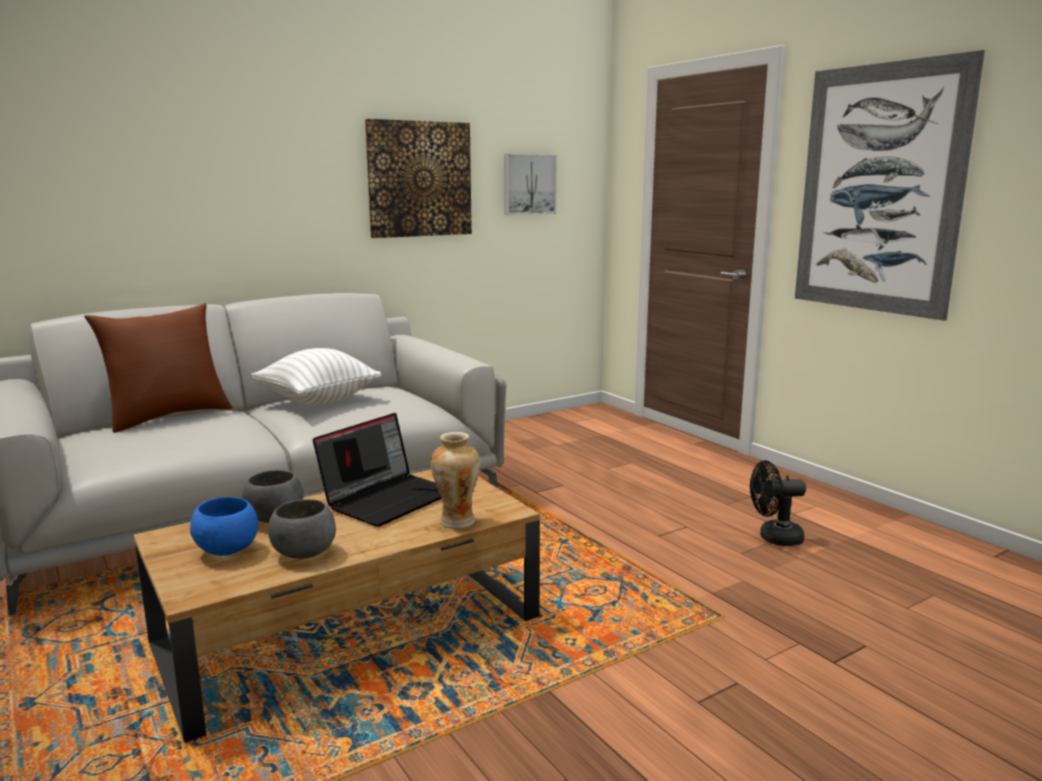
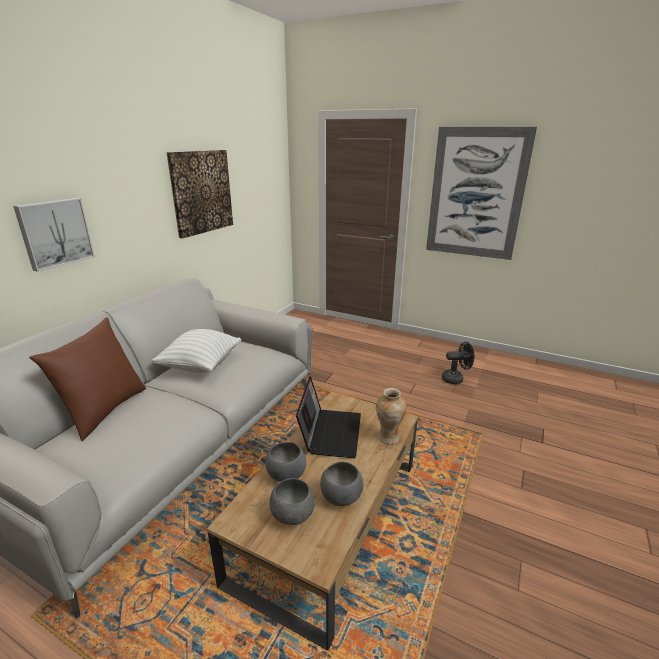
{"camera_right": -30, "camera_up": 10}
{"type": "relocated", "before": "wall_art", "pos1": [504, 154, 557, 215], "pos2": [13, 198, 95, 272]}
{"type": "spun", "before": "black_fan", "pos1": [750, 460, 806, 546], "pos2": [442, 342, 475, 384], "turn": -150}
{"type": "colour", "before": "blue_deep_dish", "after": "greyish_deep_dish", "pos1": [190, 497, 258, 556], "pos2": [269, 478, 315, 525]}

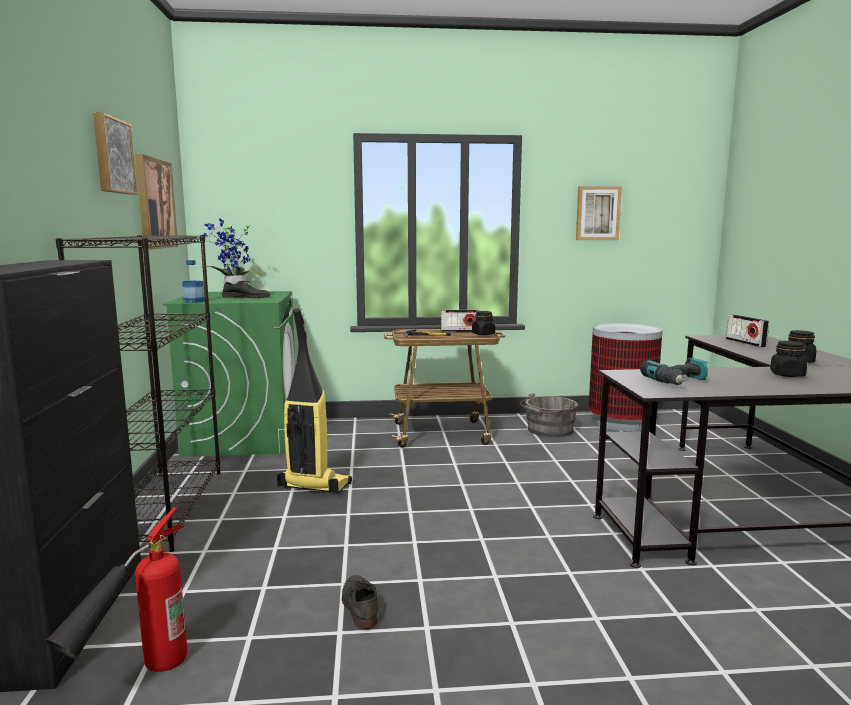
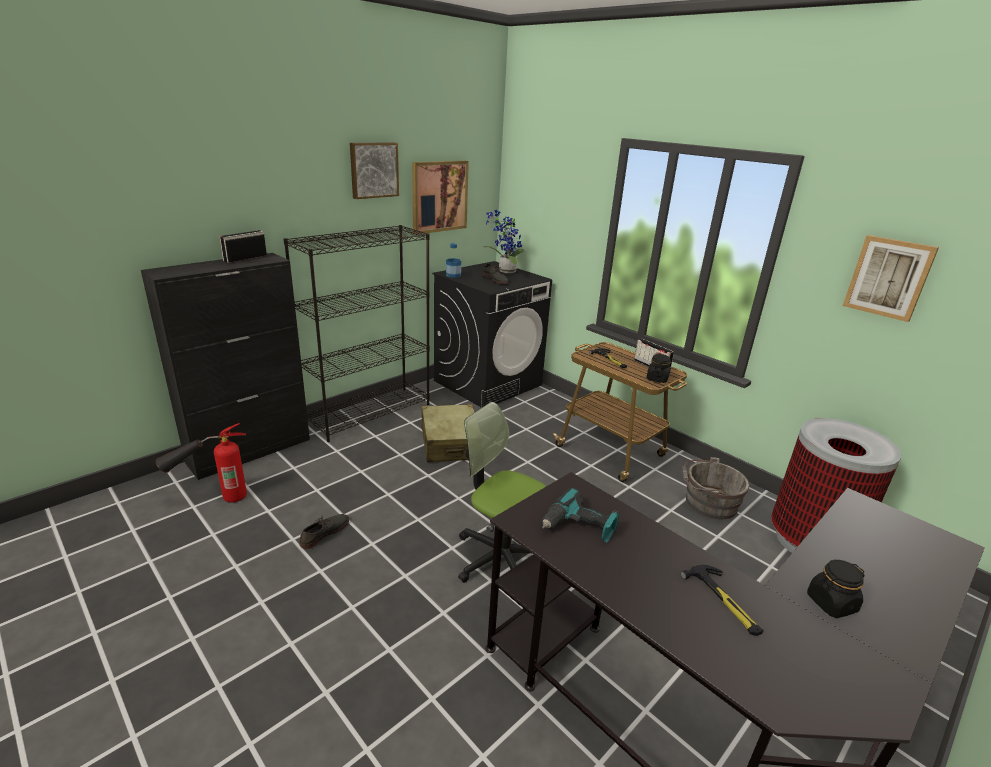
{"camera_right": 50, "camera_up": 15}
{"type": "colour", "before": "greenish_laundry_appliance", "after": "black_laundry_appliance", "pos1": [163, 291, 295, 457], "pos2": [432, 261, 552, 408]}
{"type": "exchanged", "before": "hoover", "after": "beige-coloured_suitcase", "pos1": [277, 308, 352, 494], "pos2": [421, 404, 475, 462]}
{"type": "relocated", "before": "radio_receiver", "pos1": [726, 314, 769, 347], "pos2": [219, 230, 267, 263]}
{"type": "exchanged", "before": "black_preserve_jar", "after": "tool_hammer", "pos1": [770, 341, 807, 377], "pos2": [681, 564, 763, 636]}
{"type": "appeared", "after": "computer_chair", "pos2": [458, 402, 546, 583]}

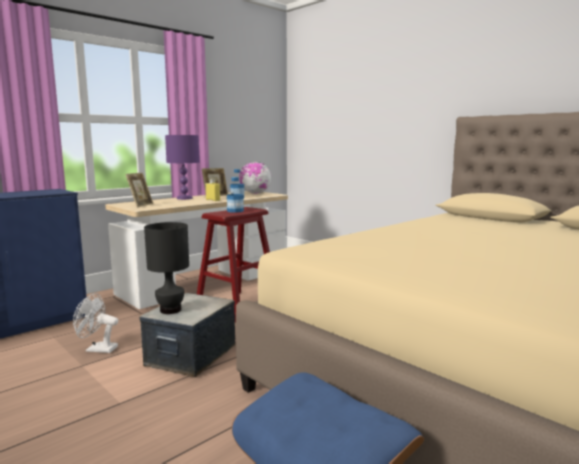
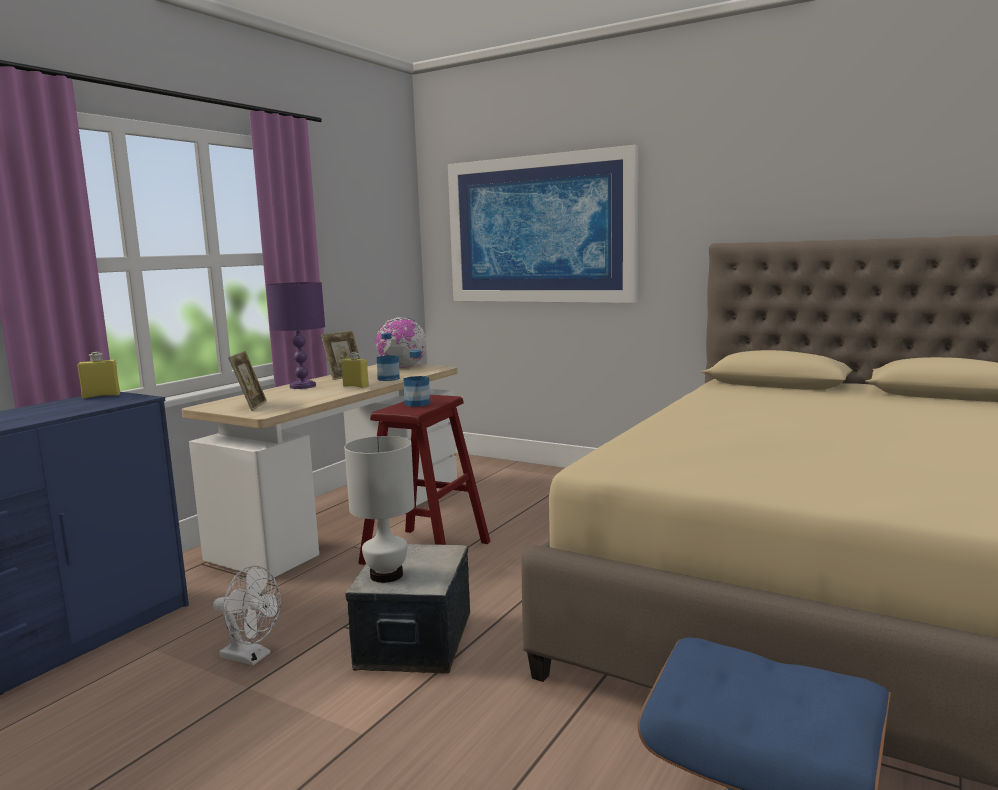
{"camera_right": -15, "camera_up": 0}
{"type": "colour", "before": "black_lamp_for_a_table", "after": "whitish_lamp_for_a_table", "pos1": [144, 222, 189, 314], "pos2": [344, 436, 415, 583]}
{"type": "spun", "before": "whitish_fan", "pos1": [73, 293, 118, 353], "pos2": [213, 565, 281, 665], "turn": -150}
{"type": "appeared", "after": "wall_art", "pos2": [448, 145, 638, 303]}
{"type": "appeared", "after": "yellow_bottle", "pos2": [77, 352, 120, 399]}

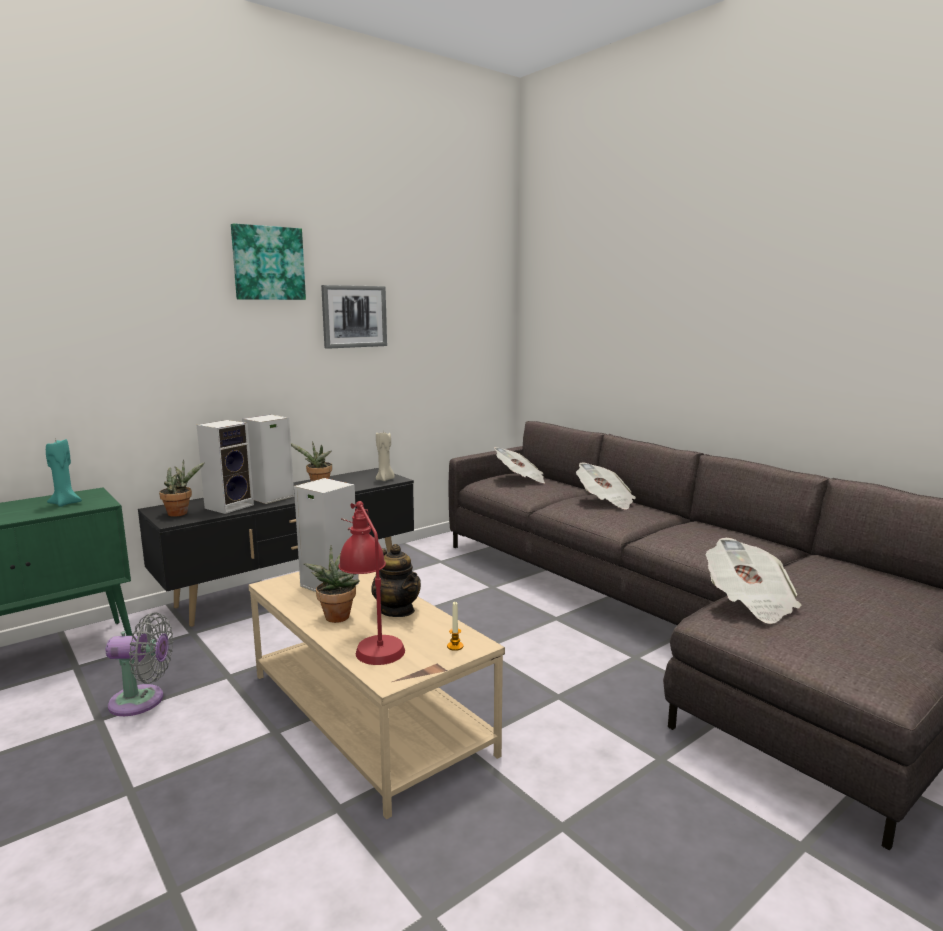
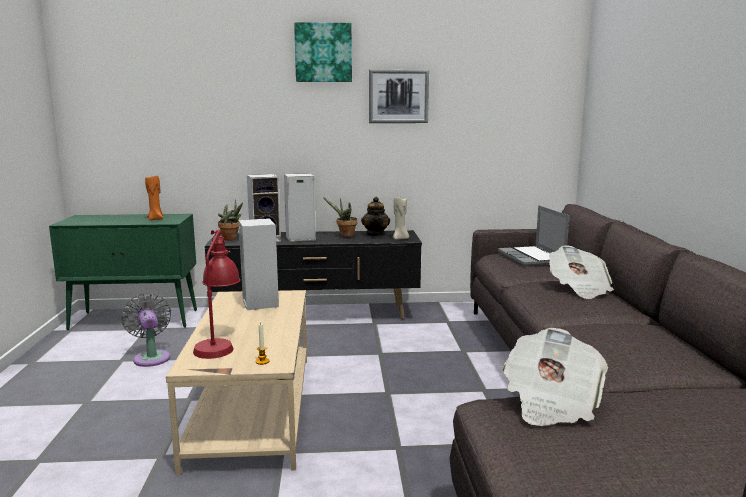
{"camera_right": 35, "camera_up": 0}
{"type": "colour", "before": "blue-green_wax_light", "after": "orange_wax_light", "pos1": [46, 438, 82, 507], "pos2": [145, 176, 163, 220]}
{"type": "exchanged", "before": "newspaper", "after": "portable_computer", "pos1": [494, 447, 545, 483], "pos2": [498, 205, 570, 266]}
{"type": "relocated", "before": "pot_for_tea", "pos1": [371, 544, 421, 617], "pos2": [361, 197, 390, 236]}
{"type": "missing", "before": "potted_plant", "pos1": [304, 545, 360, 623]}
{"type": "spun", "before": "greyish_fan", "pos1": [106, 613, 173, 716], "pos2": [121, 293, 171, 367], "turn": -150}

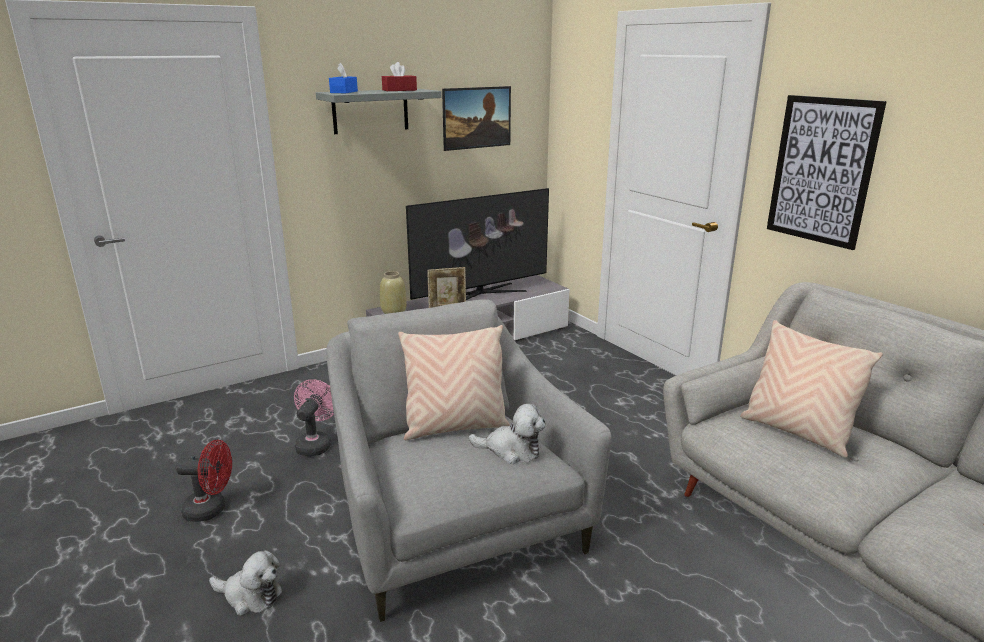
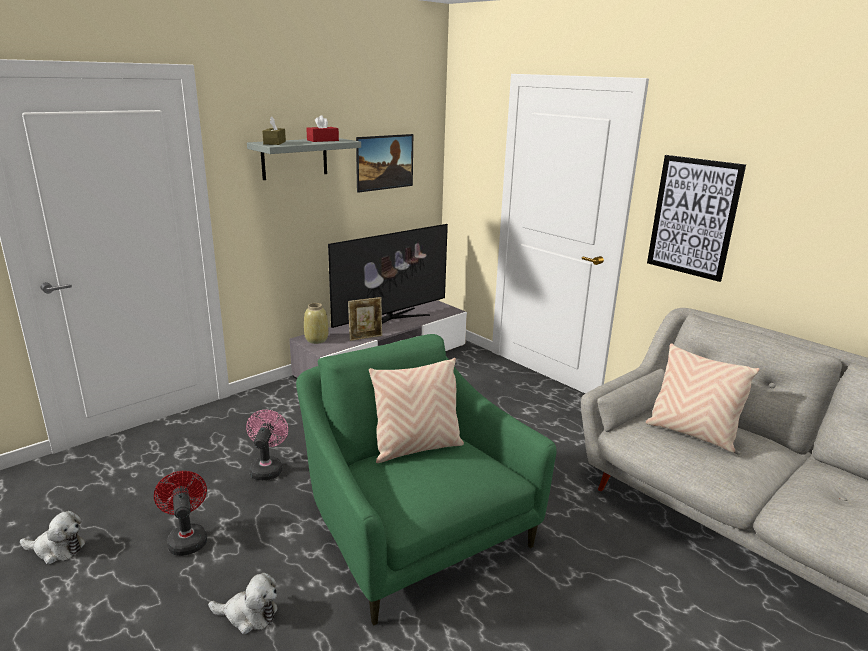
{"camera_right": -10, "camera_up": 0}
{"type": "colour", "before": "blue_tissue_holder", "after": "brownish_tissue_holder", "pos1": [329, 63, 358, 93], "pos2": [262, 117, 286, 145]}
{"type": "colour", "before": "greyish_lounge_chair", "after": "greenish_lounge_chair", "pos1": [326, 299, 612, 622], "pos2": [296, 334, 557, 625]}
{"type": "relocated", "before": "soft_toy", "pos1": [469, 404, 546, 464], "pos2": [20, 511, 86, 564]}
{"type": "spun", "before": "reddish_fan", "pos1": [176, 440, 232, 522], "pos2": [154, 471, 207, 556], "turn": -105}

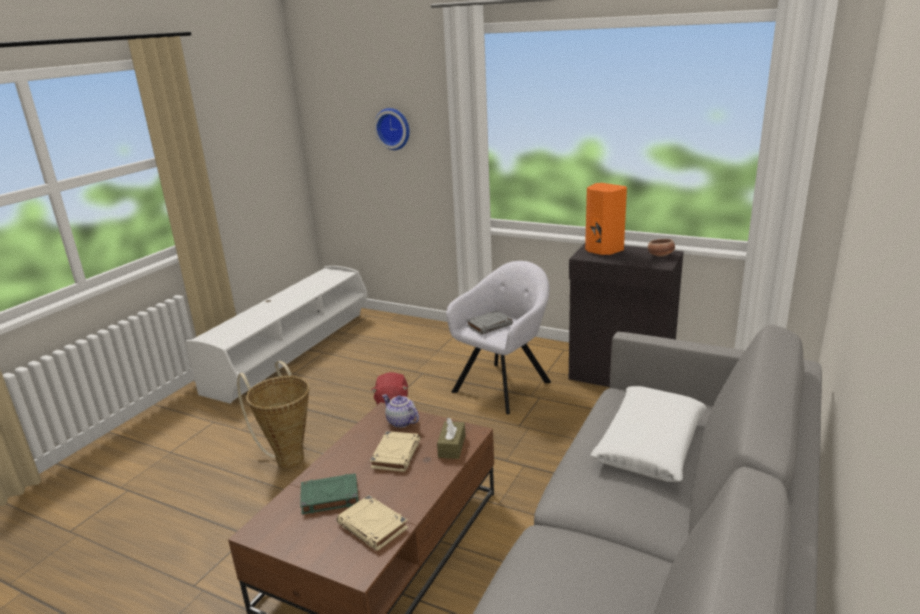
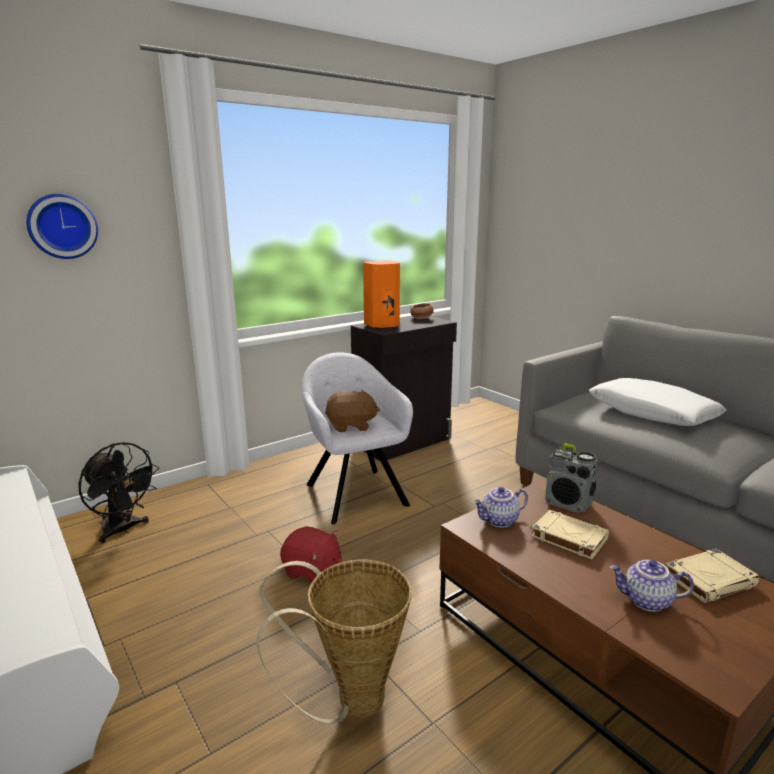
{"camera_right": -65, "camera_up": -5}
{"type": "exchanged", "before": "greyish_volume", "after": "brownish_soft_toy", "pos1": [466, 310, 513, 335], "pos2": [325, 390, 380, 432]}
{"type": "exchanged", "before": "brownish_tissue_holder", "after": "radio_receiver", "pos1": [437, 417, 465, 459], "pos2": [545, 444, 598, 513]}
{"type": "exchanged", "before": "greenish_volume", "after": "pot_for_tea", "pos1": [300, 473, 359, 514], "pos2": [609, 560, 694, 612]}
{"type": "appeared", "after": "black_fan", "pos2": [78, 442, 159, 544]}

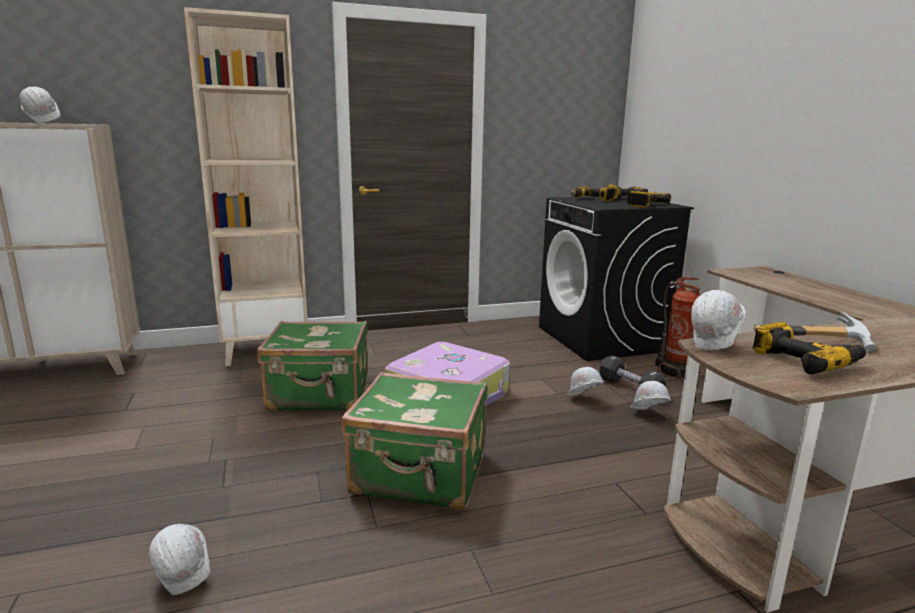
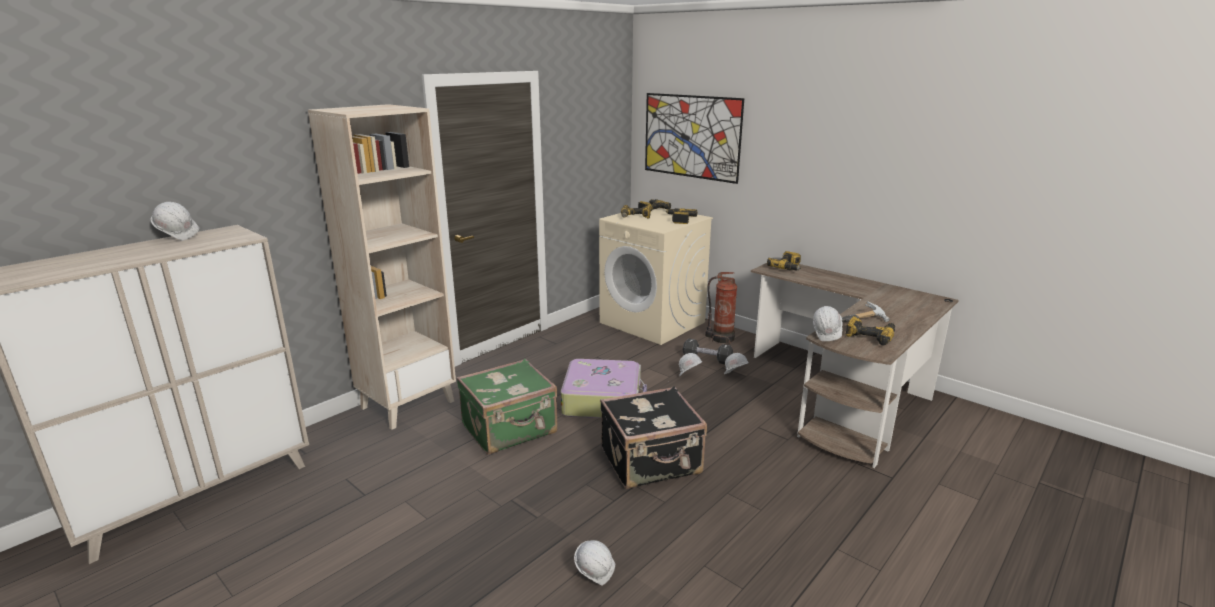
{"camera_right": -30, "camera_up": 5}
{"type": "colour", "before": "black_laundry_appliance", "after": "beige-coloured_laundry_appliance", "pos1": [539, 196, 694, 361], "pos2": [599, 208, 713, 345]}
{"type": "colour", "before": "greenish_suitcase", "after": "black_suitcase", "pos1": [341, 372, 488, 510], "pos2": [600, 386, 707, 489]}
{"type": "appeared", "after": "wall_art", "pos2": [645, 93, 744, 184]}
{"type": "appeared", "after": "drill", "pos2": [767, 251, 801, 270]}

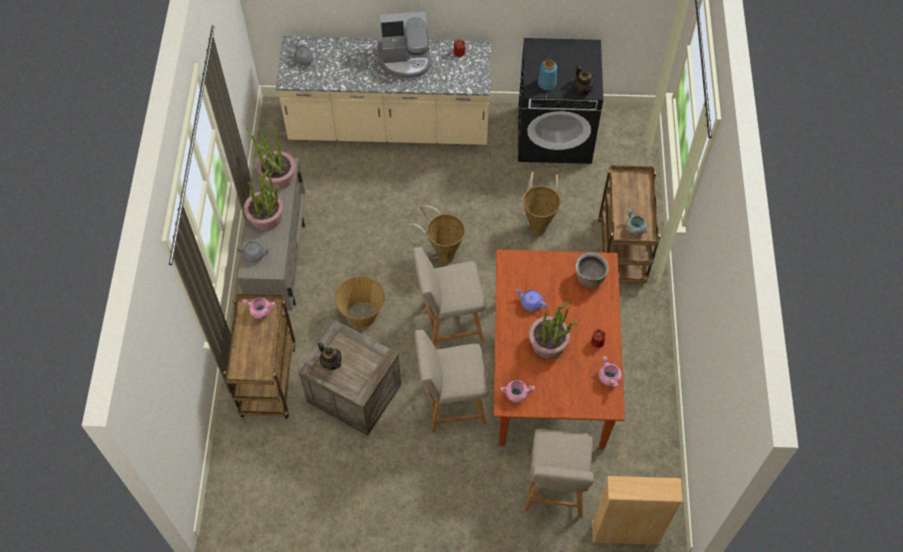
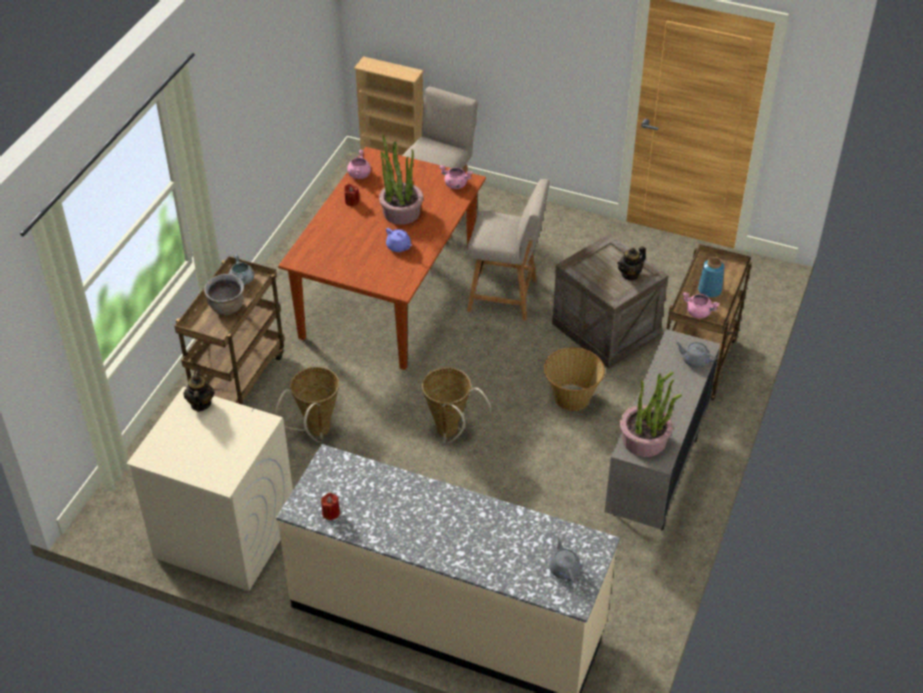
{"camera_right": -160, "camera_up": -15}
{"type": "missing", "before": "coffee_maker", "pos1": [378, 11, 431, 78]}
{"type": "colour", "before": "black_laundry_appliance", "after": "beige-coloured_laundry_appliance", "pos1": [518, 38, 603, 164], "pos2": [126, 387, 293, 591]}
{"type": "relocated", "before": "blue_flower_vase", "pos1": [538, 60, 557, 90], "pos2": [698, 257, 724, 298]}
{"type": "missing", "before": "potted_plant", "pos1": [244, 169, 283, 231]}
{"type": "missing", "before": "beige-coloured_chair", "pos1": [412, 247, 486, 348]}
{"type": "relocated", "before": "brownish_stockpot", "pos1": [576, 253, 609, 288], "pos2": [204, 274, 244, 315]}
{"type": "spun", "before": "pot_for_tea", "pos1": [318, 342, 342, 370], "pos2": [617, 246, 646, 281], "turn": -105}

